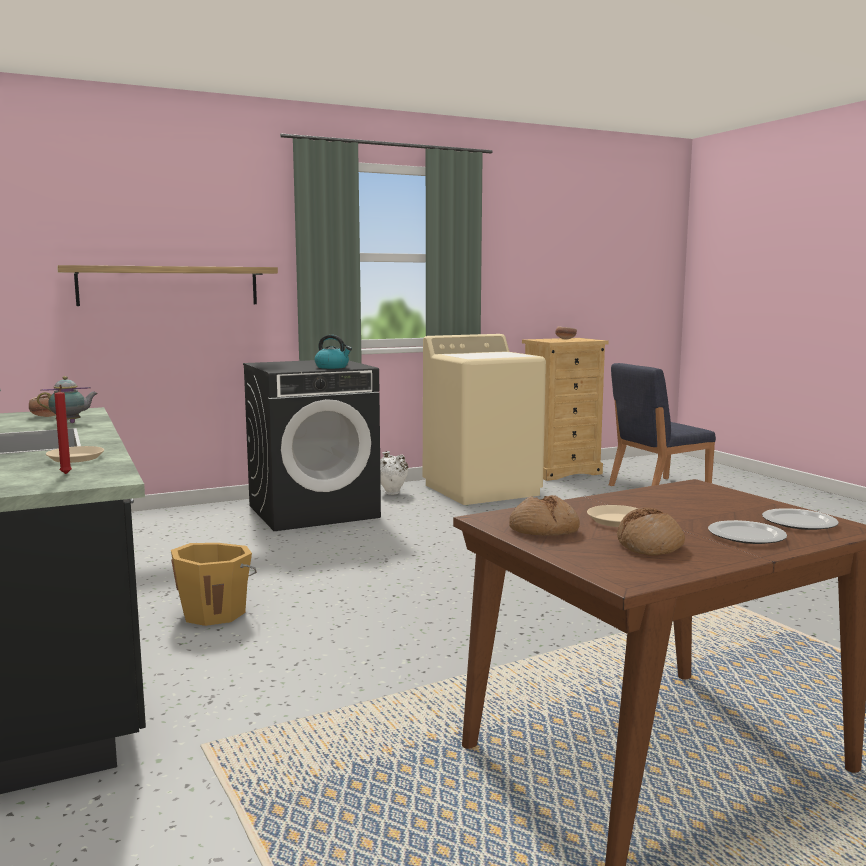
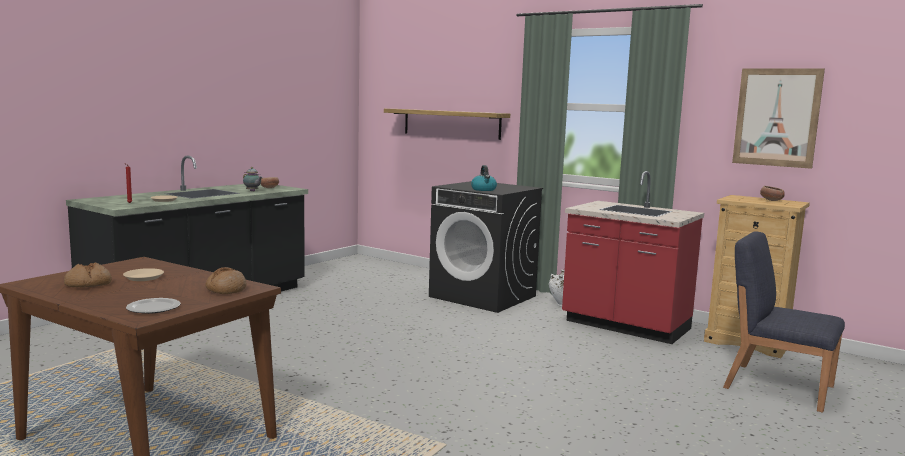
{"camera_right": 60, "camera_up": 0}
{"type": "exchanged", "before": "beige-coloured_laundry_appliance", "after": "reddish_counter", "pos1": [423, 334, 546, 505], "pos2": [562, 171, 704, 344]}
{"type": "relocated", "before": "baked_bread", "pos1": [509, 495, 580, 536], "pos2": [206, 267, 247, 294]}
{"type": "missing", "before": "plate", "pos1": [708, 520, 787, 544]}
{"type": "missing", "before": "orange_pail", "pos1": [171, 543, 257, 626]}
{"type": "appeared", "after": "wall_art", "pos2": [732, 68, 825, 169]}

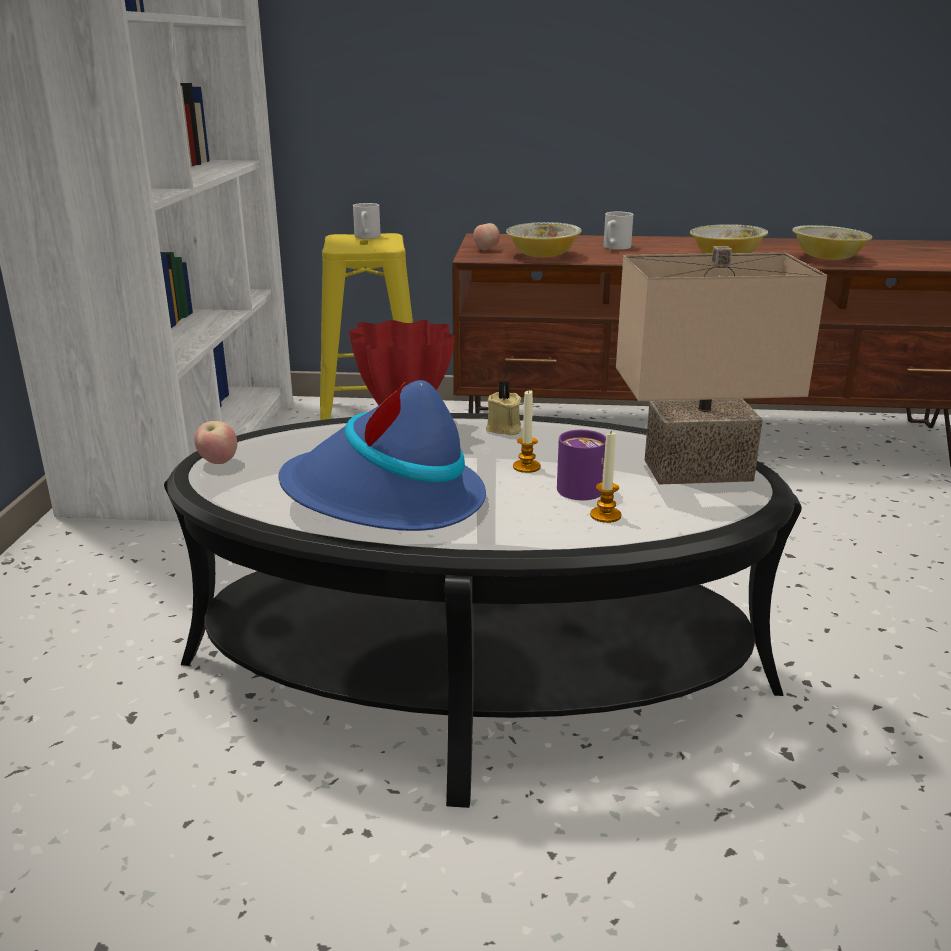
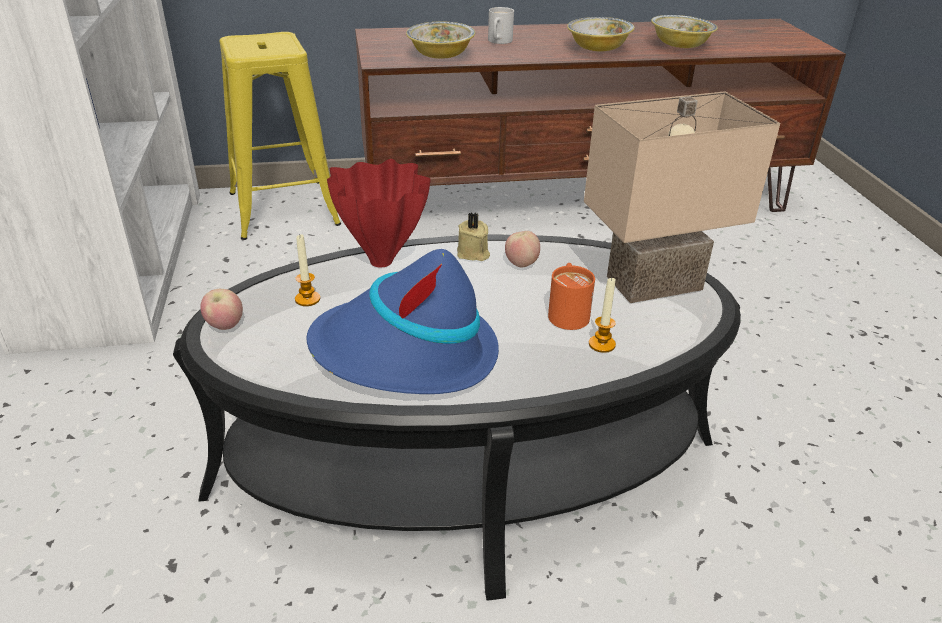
{"camera_right": -15, "camera_up": 10}
{"type": "missing", "before": "whitish_mug", "pos1": [353, 203, 381, 239]}
{"type": "relocated", "before": "apple_fruit", "pos1": [473, 223, 500, 250], "pos2": [505, 231, 540, 267]}
{"type": "relocated", "before": "wax_light", "pos1": [513, 389, 541, 473], "pos2": [295, 234, 320, 306]}
{"type": "colour", "before": "purple-coloured_mug", "after": "orange_mug", "pos1": [557, 430, 606, 500], "pos2": [548, 263, 595, 330]}

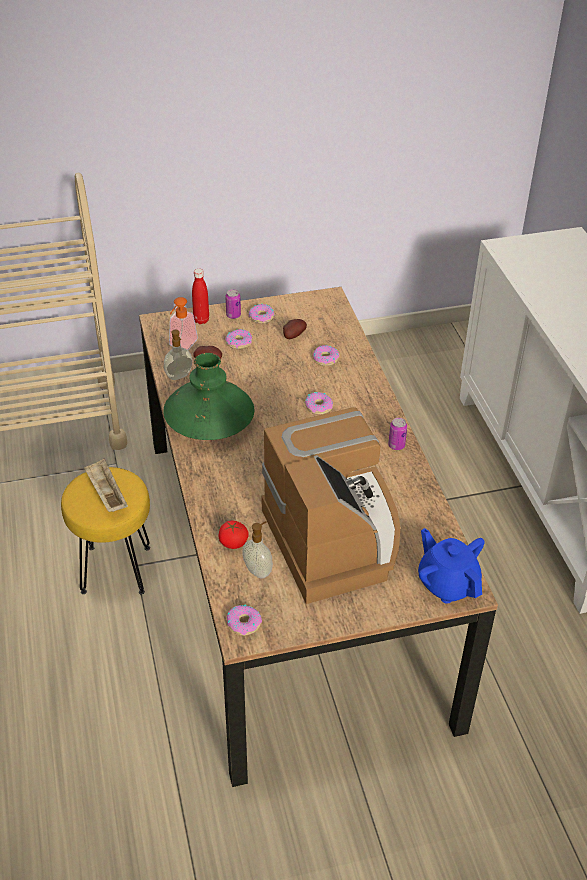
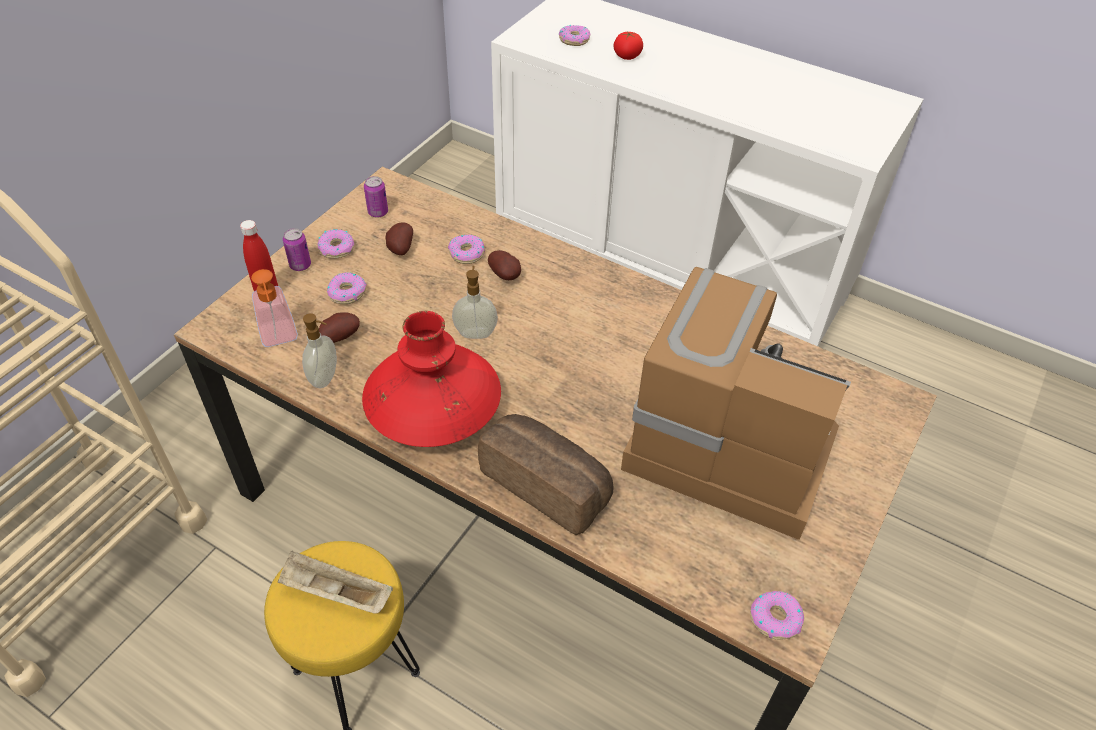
{"camera_right": -45, "camera_up": 5}
{"type": "colour", "before": "greenish_flower_vase", "after": "reddish_flower_vase", "pos1": [163, 353, 254, 440], "pos2": [362, 311, 501, 447]}
{"type": "relocated", "before": "ring_doughnut", "pos1": [305, 392, 333, 414], "pos2": [559, 25, 590, 46]}
{"type": "relocated", "before": "can", "pos1": [388, 418, 407, 450], "pos2": [364, 176, 388, 218]}
{"type": "relocated", "before": "tomato", "pos1": [219, 521, 249, 549], "pos2": [613, 31, 643, 60]}
{"type": "relocated", "before": "soap_dispenser", "pos1": [242, 521, 273, 579], "pos2": [452, 266, 498, 339]}
{"type": "missing", "before": "blue_pot_for_tea", "pos1": [418, 528, 485, 604]}
{"type": "appeared", "after": "whole_potato", "pos2": [488, 250, 521, 280]}
{"type": "appeared", "after": "baked_bread", "pos2": [478, 414, 614, 535]}

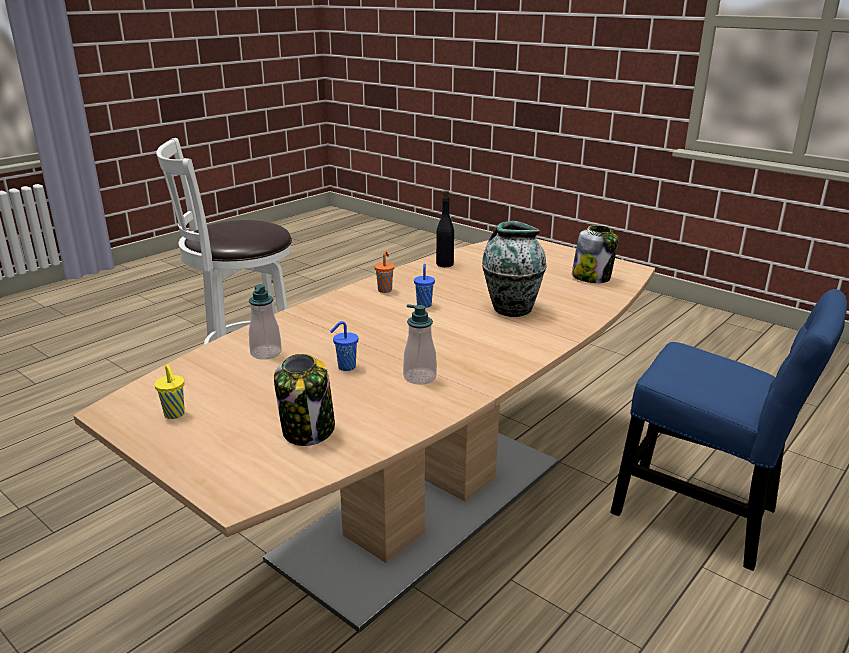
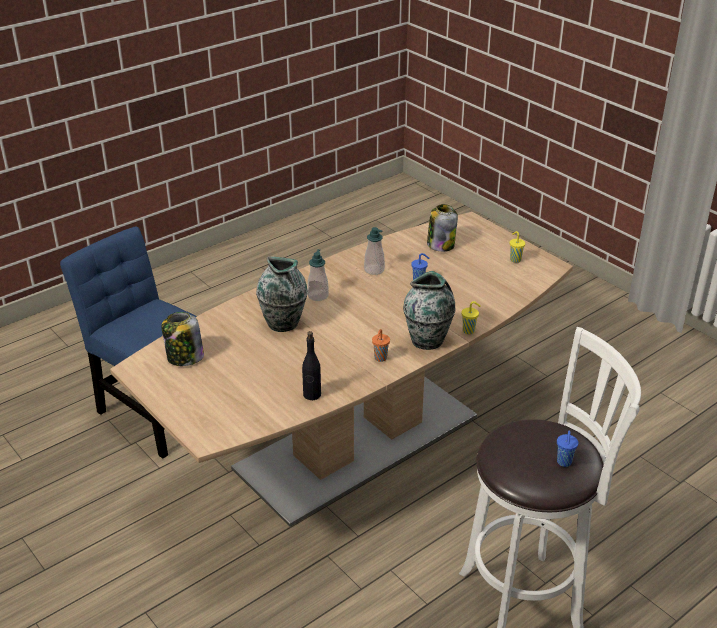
{"camera_right": -170, "camera_up": 10}
{"type": "relocated", "before": "blue_small_cup", "pos1": [414, 264, 435, 308], "pos2": [557, 431, 578, 467]}
{"type": "relocated", "before": "soap_dispenser", "pos1": [249, 284, 282, 360], "pos2": [307, 249, 329, 301]}
{"type": "appeared", "after": "flower_vase", "pos2": [403, 271, 455, 350]}
{"type": "appeared", "after": "yellow_small_cup", "pos2": [461, 301, 481, 334]}

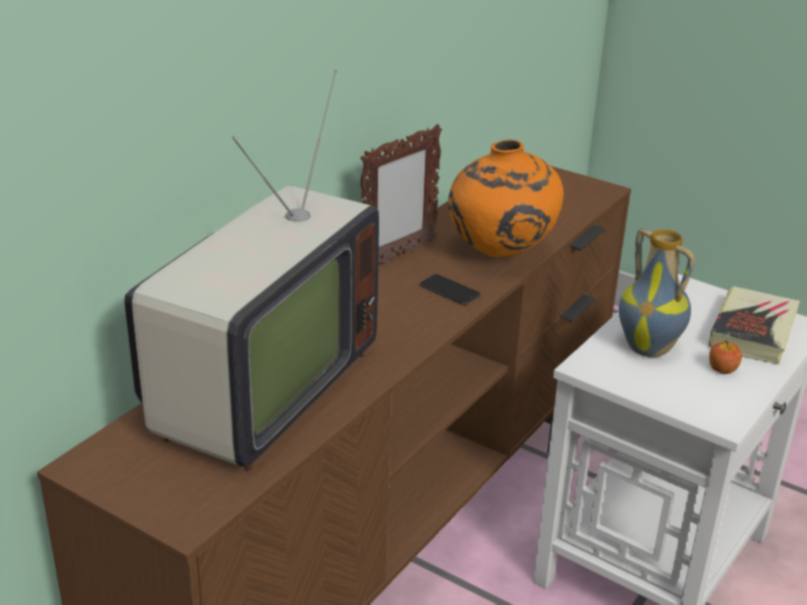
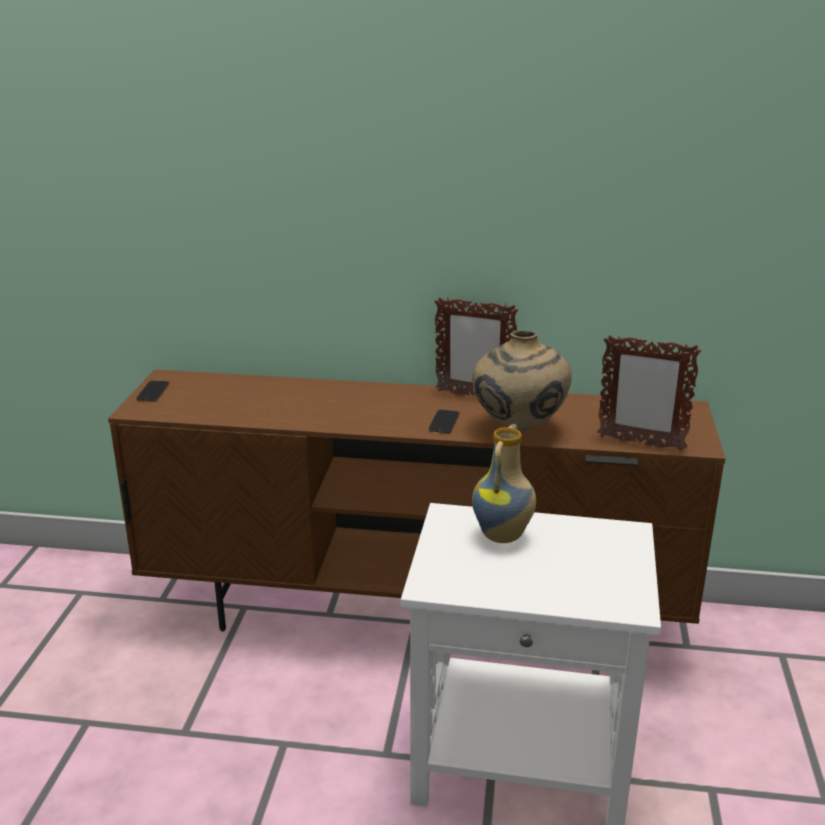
{"camera_right": 65, "camera_up": -5}
{"type": "missing", "before": "TV_set", "pos1": [124, 70, 379, 472]}
{"type": "colour", "before": "orange_flower_vase", "after": "beige-coloured_flower_vase", "pos1": [448, 139, 564, 258], "pos2": [472, 330, 572, 431]}
{"type": "missing", "before": "volume", "pos1": [709, 286, 800, 364]}
{"type": "missing", "before": "apple_fruit", "pos1": [709, 340, 742, 374]}
{"type": "appeared", "after": "photo_frame", "pos2": [598, 335, 701, 450]}
{"type": "appeared", "after": "phone", "pos2": [136, 381, 169, 401]}

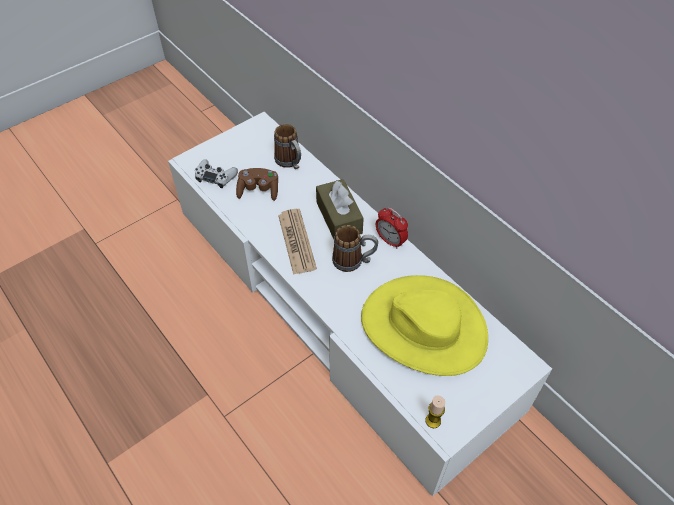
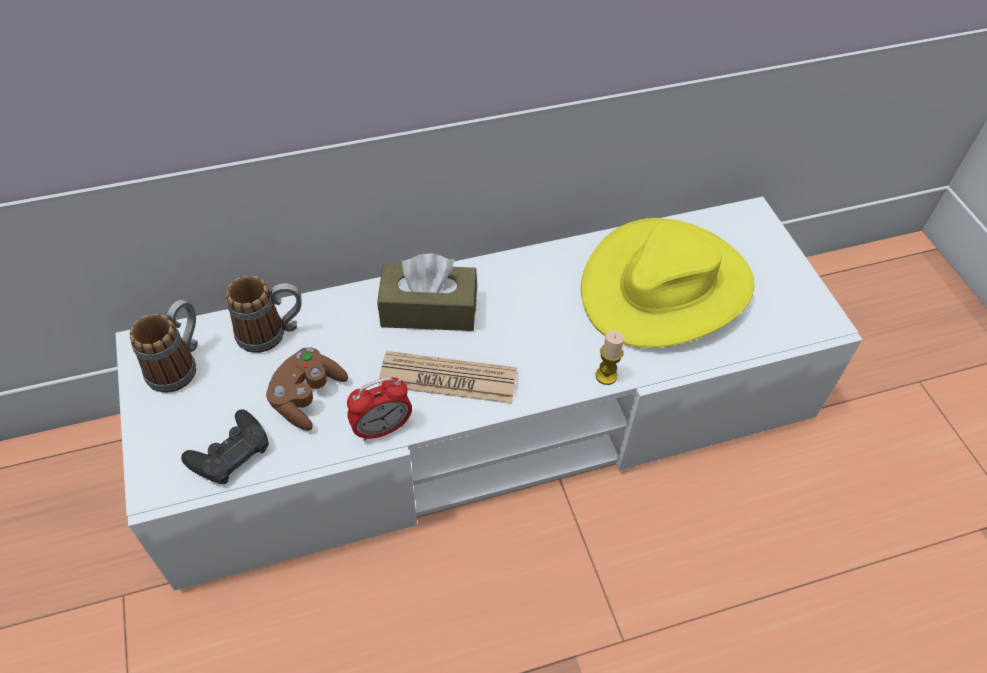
{"camera_right": -70, "camera_up": 0}
{"type": "colour", "before": "whitish_joypad", "after": "black_joypad", "pos1": [195, 159, 238, 188], "pos2": [181, 409, 269, 484]}
{"type": "relocated", "before": "table_clock", "pos1": [376, 207, 408, 249], "pos2": [347, 377, 412, 441]}
{"type": "relocated", "before": "mug", "pos1": [332, 225, 378, 272], "pos2": [130, 300, 198, 393]}
{"type": "relocated", "before": "wax_light", "pos1": [425, 395, 445, 428], "pos2": [596, 330, 624, 385]}

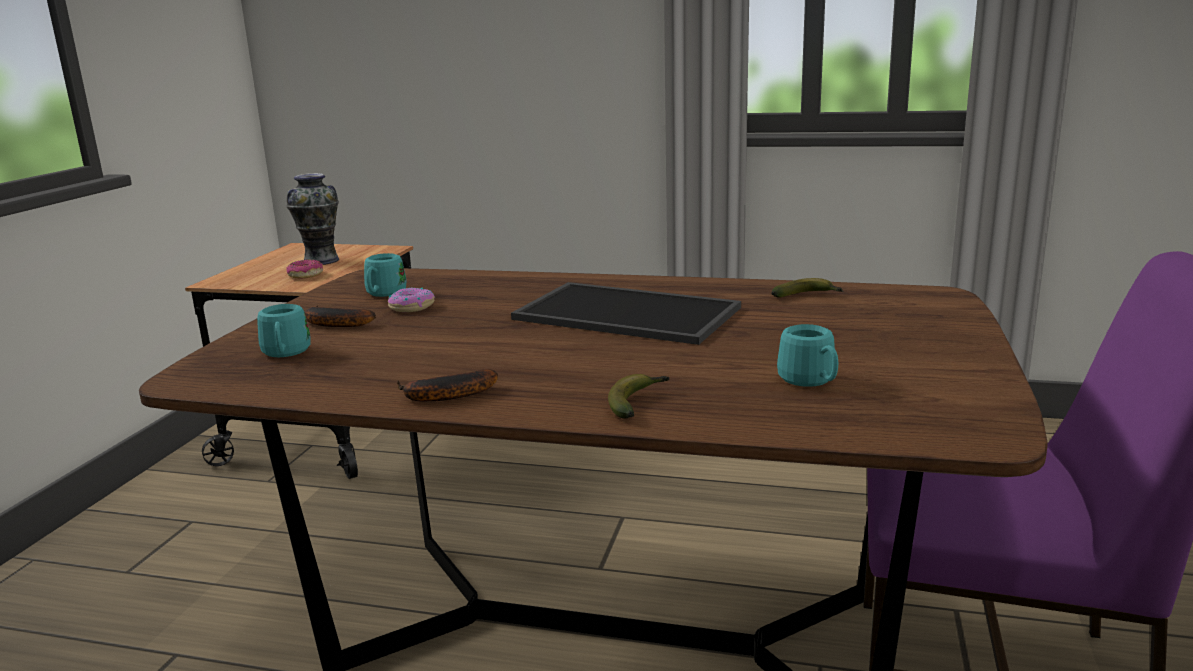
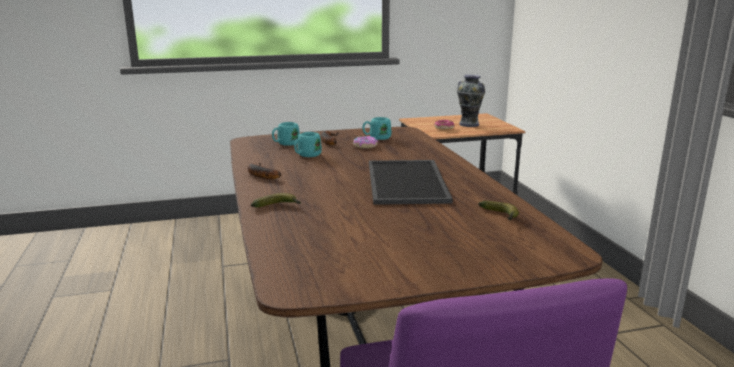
{"camera_right": 60, "camera_up": 0}
{"type": "relocated", "before": "blue-green_mug", "pos1": [777, 324, 838, 387], "pos2": [294, 132, 322, 157]}

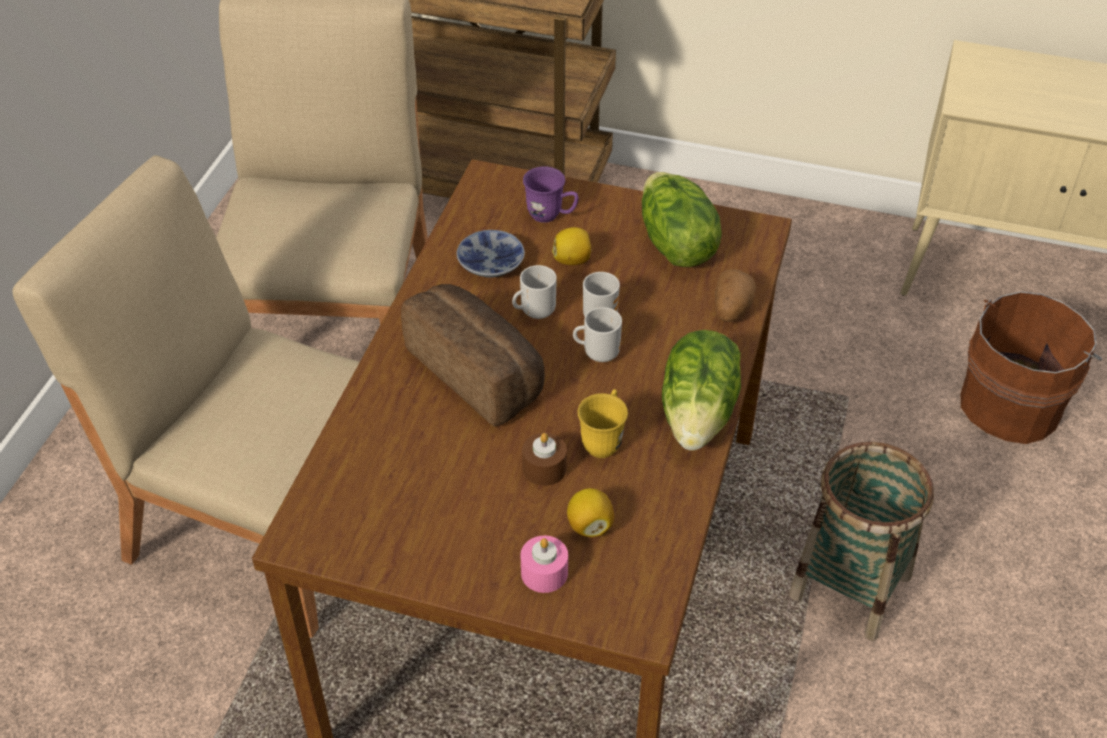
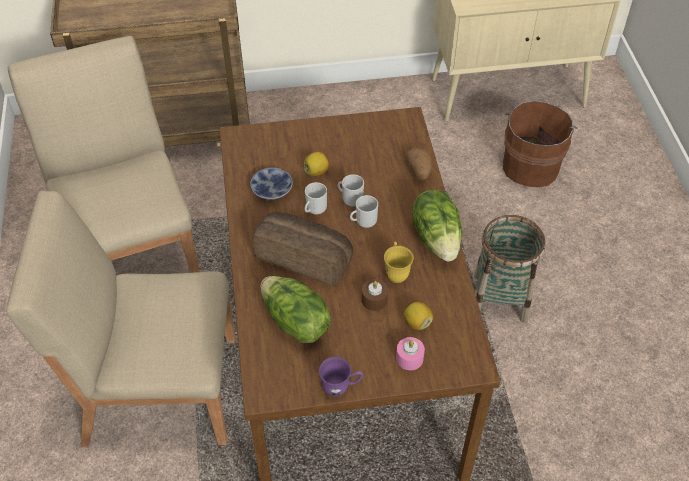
{"camera_right": -25, "camera_up": 5}
{"type": "relocated", "before": "purple-coloured_mug", "pos1": [523, 166, 579, 223], "pos2": [319, 357, 363, 397]}
{"type": "relocated", "before": "lettuce_head", "pos1": [642, 172, 722, 267], "pos2": [261, 276, 331, 343]}

